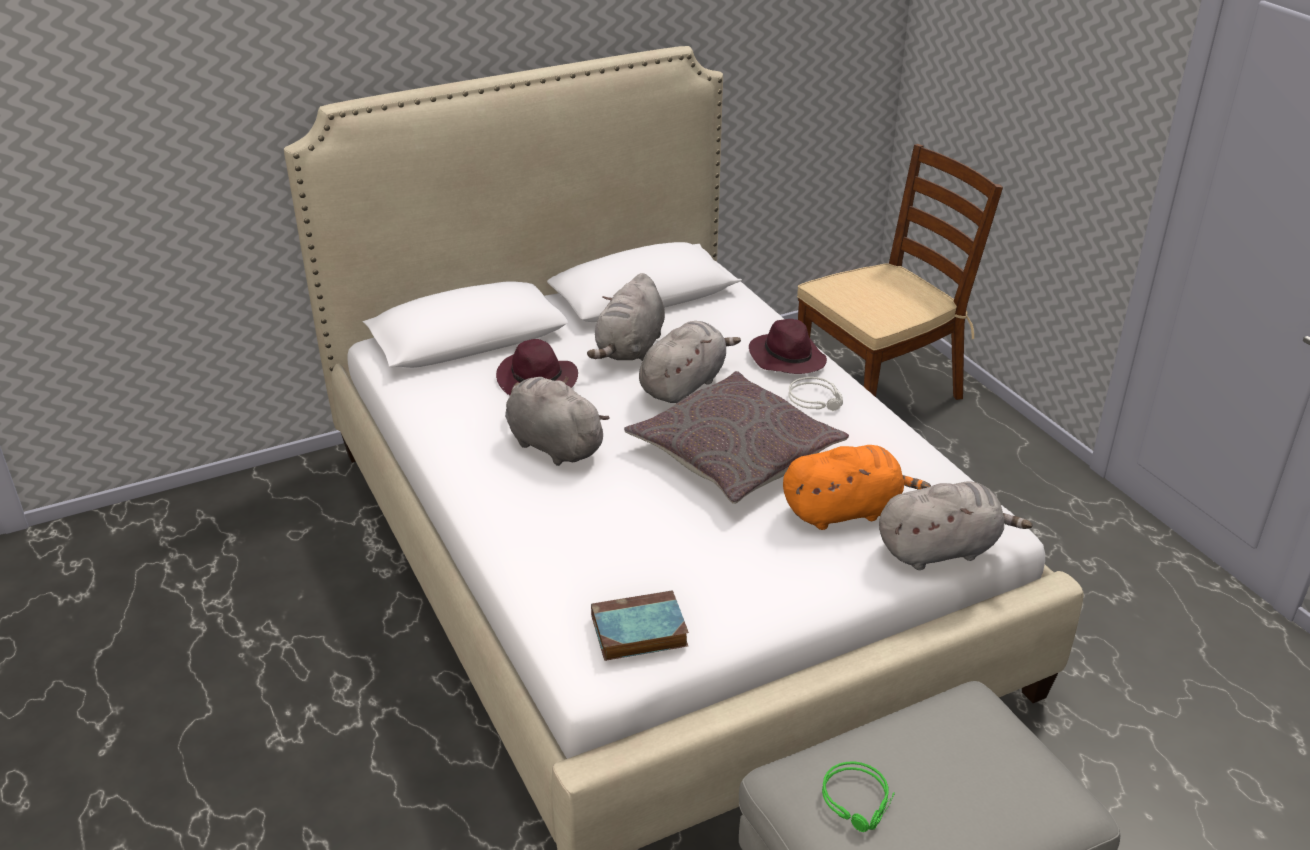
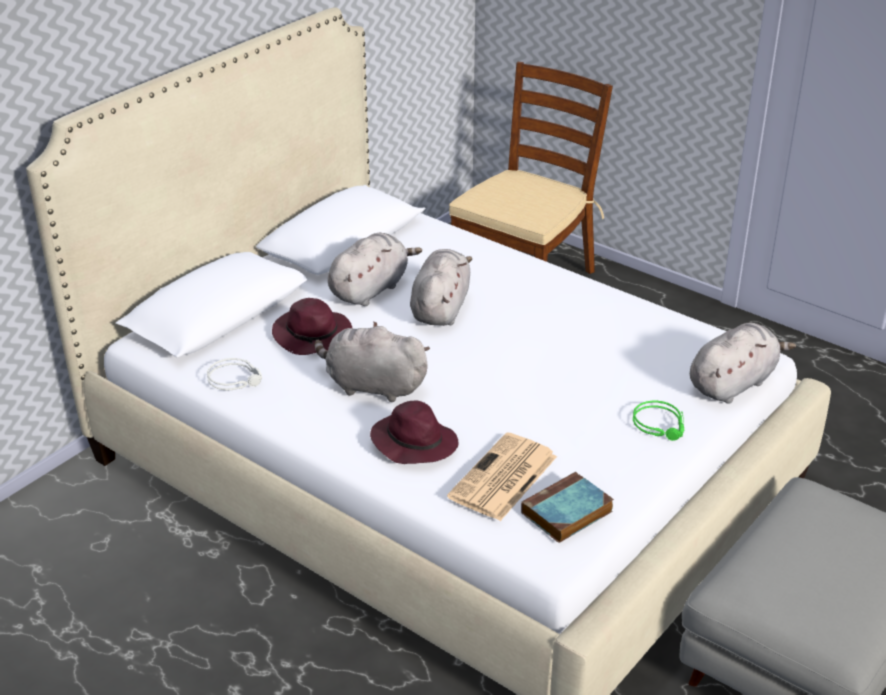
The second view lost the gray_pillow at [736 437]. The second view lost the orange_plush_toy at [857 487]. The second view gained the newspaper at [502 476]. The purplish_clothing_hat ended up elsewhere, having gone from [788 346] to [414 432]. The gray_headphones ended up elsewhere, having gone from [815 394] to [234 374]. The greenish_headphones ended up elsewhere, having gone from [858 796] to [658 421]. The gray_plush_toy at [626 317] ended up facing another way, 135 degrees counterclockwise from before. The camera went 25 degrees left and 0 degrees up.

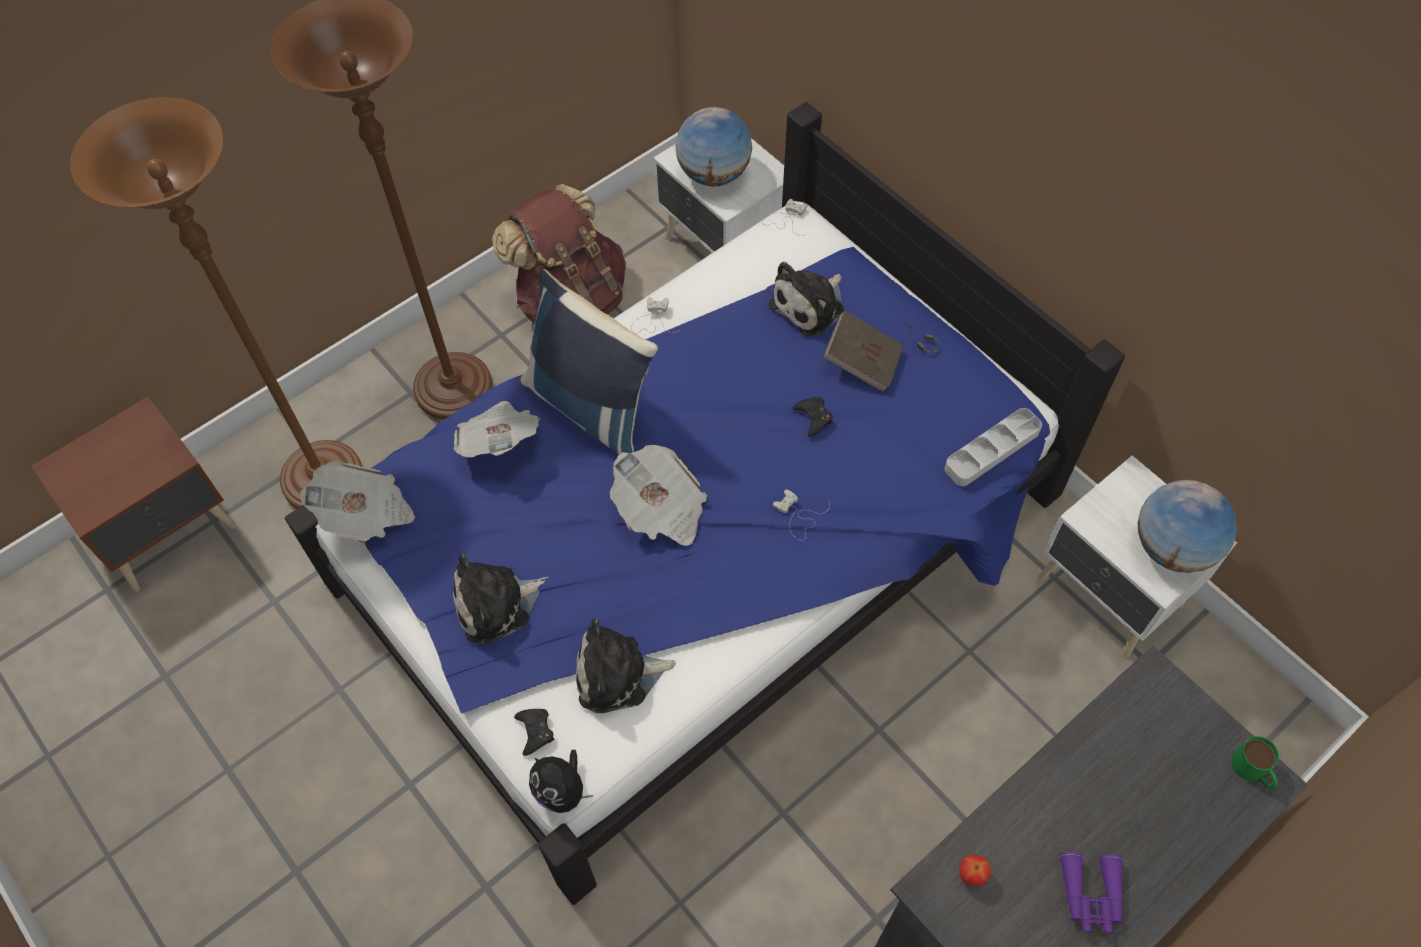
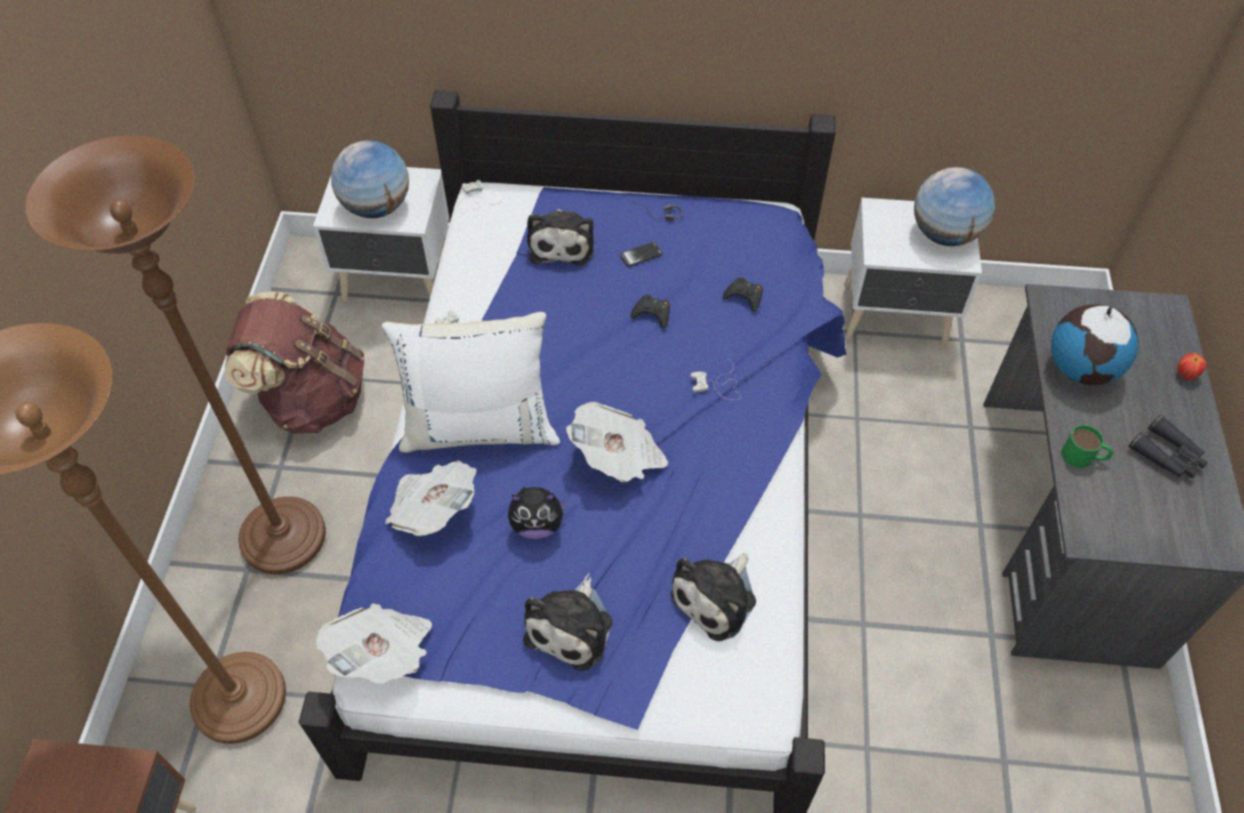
The second view lost the gray_tray at [993 447]. The second view gained the desk_globe at [1095 344]. The black-coloured_gamepad ended up elsewhere, having gone from [534 732] to [743 294]. The plush_toy ended up elsewhere, having gone from [561 781] to [538 513]. The apple ended up elsewhere, having gone from [975 870] to [1191 366]. The greenish_mug ended up elsewhere, having gone from [1255 762] to [1087 446]. Where the brown_bound_book stood at [863 351], the phone came to stand at [641 254]. What was the bluish_pillow at [589 362] turned into the white-coloured_pillow at [471 382]. What was the purplish_pair_of_binoculars at [1091 893] turned into the black-coloured_pair_of_binoculars at [1168 446]. The camera went 45 degrees left and 5 degrees down.

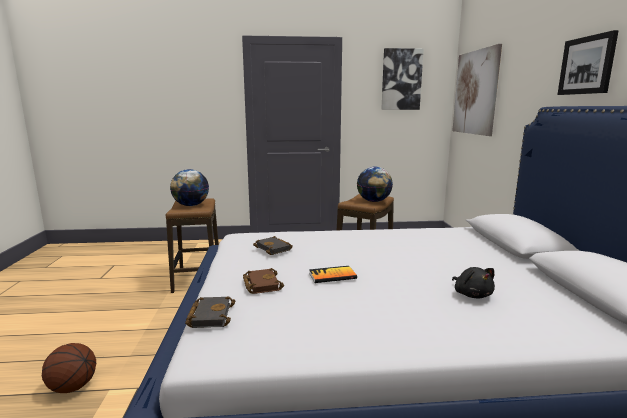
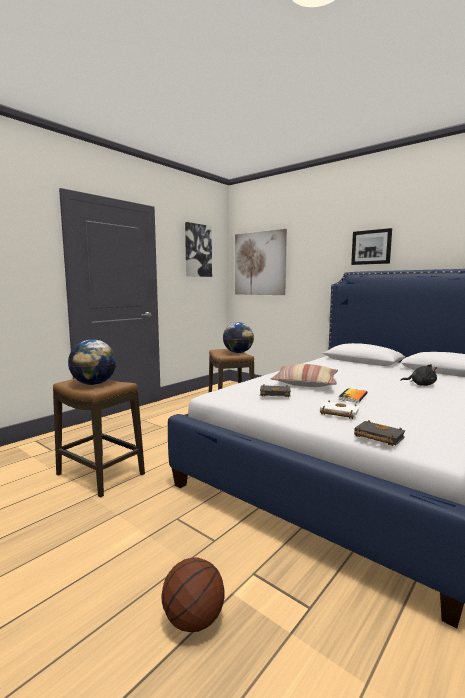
The second view gained the pillow at [304 375]. What was the brown_bound_book at [263 281] turned into the white-coloured_bound_book at [340 410]. The camera went 45 degrees left and 5 degrees down.

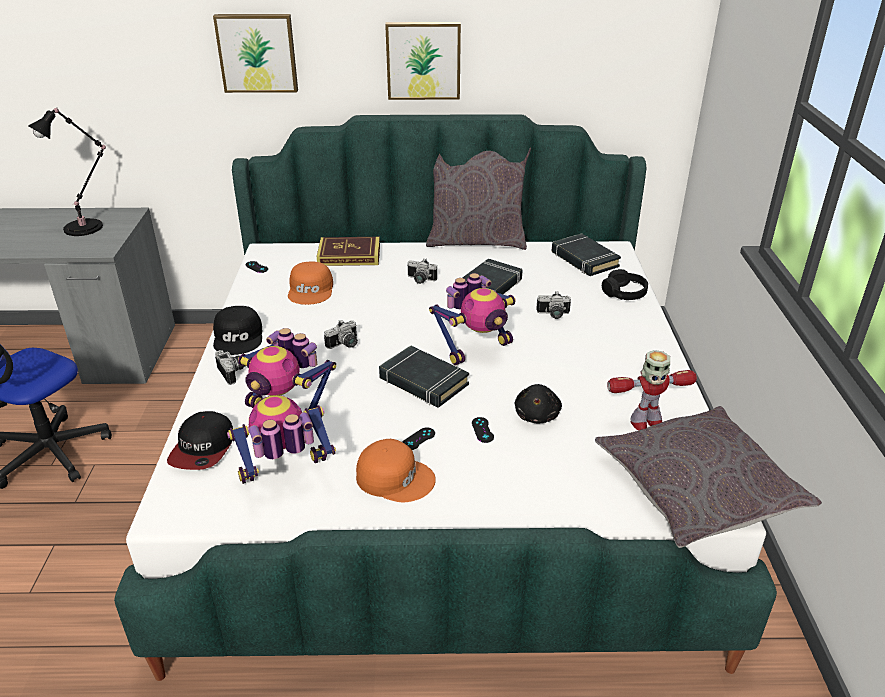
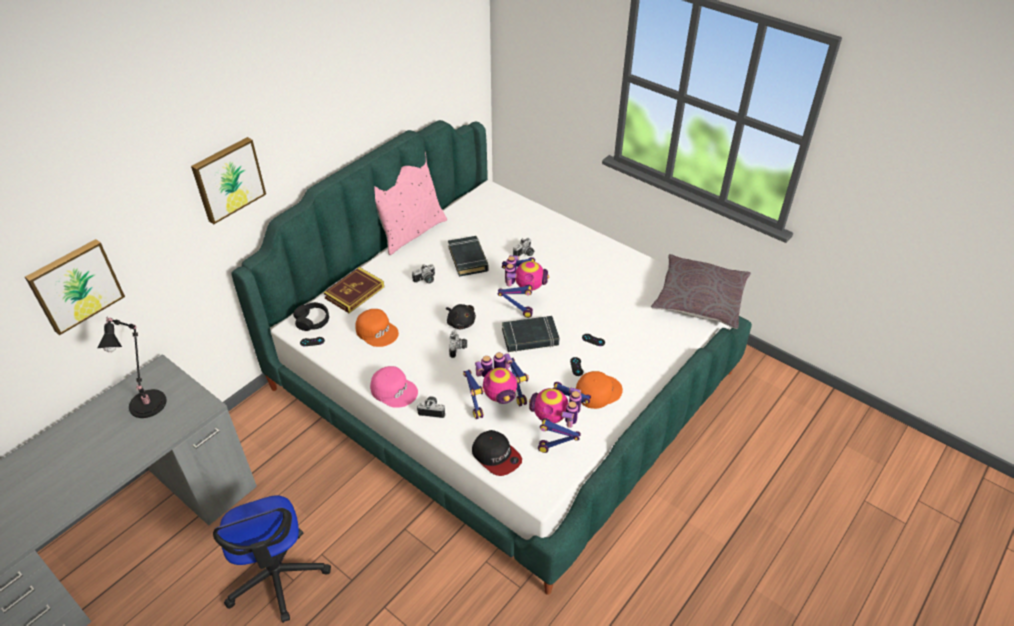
The second view lost the black-coloured_bound_book at [586 254]. The second view lost the model_robot at [652 390]. The wall_picture ended up elsewhere, having gone from [423 61] to [75 287]. The black-coloured_plush_toy ended up elsewhere, having gone from [538 403] to [461 316]. The black-coloured_headphones ended up elsewhere, having gone from [625 284] to [311 316]. What was the black-coloured_cap at [237 330] turned into the pinkish_cap at [394 387]. What was the gray_pillow at [478 198] turned into the pinkish_pillow at [410 203]. The camera went 50 degrees left and 10 degrees up.

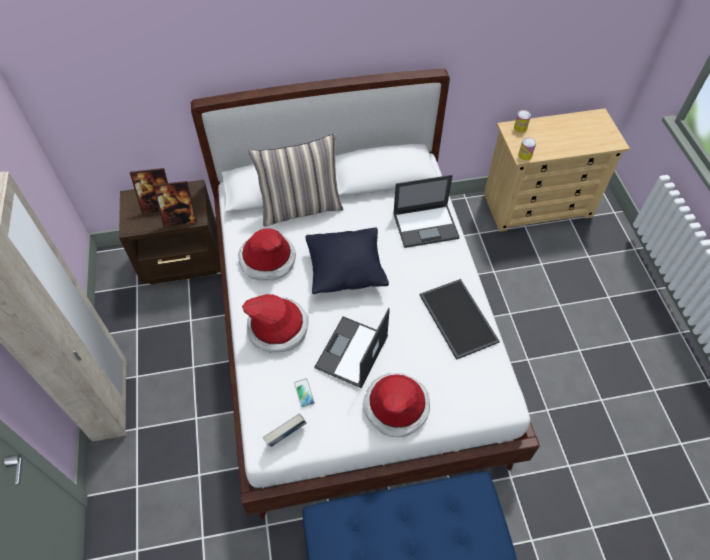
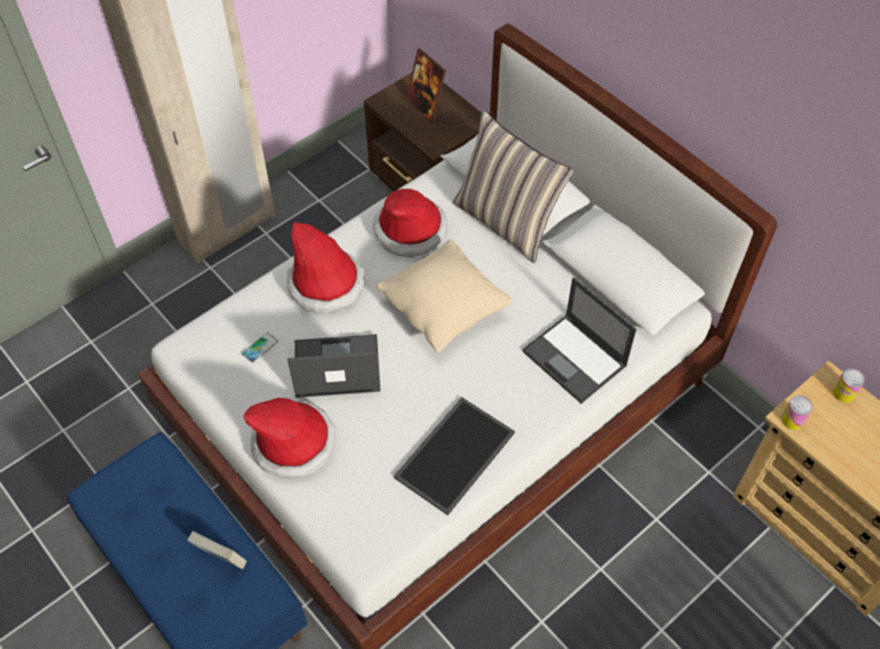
The second view lost the standing_frame at [175 204]. The bound_book ended up elsewhere, having gone from [285 430] to [217 550]. What was the black-coloured_pillow at [347 260] turned into the beige-coloured_pillow at [445 295]. The camera went 60 degrees right and 0 degrees up.

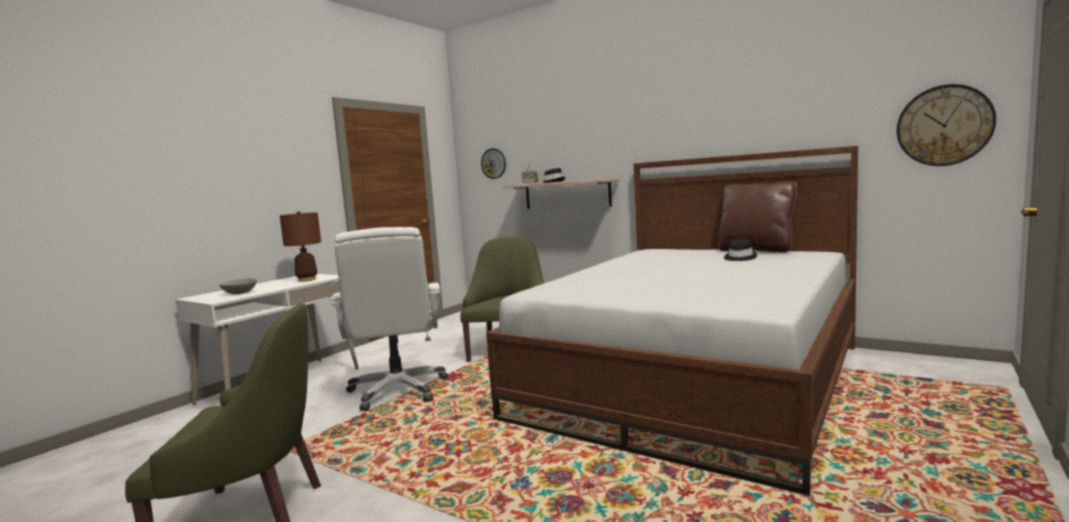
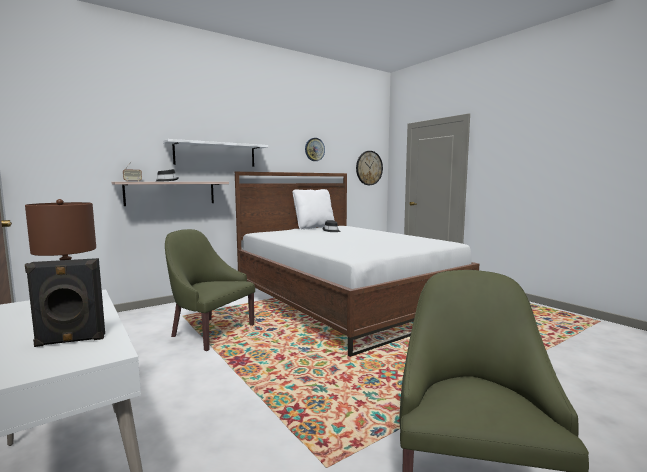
The second view lost the white-coloured_desk_chair at [389 319]. The second view gained the white-coloured_shelf at [215 153]. The hanging_clock ended up elsewhere, having gone from [493 163] to [315 149]. Where the gray_bowl stood at [238 286], the black-coloured_audio_speaker came to stand at [65 302]. What was the brown_pillow at [757 216] turned into the white-coloured_pillow at [313 209]. The camera went 70 degrees left and 0 degrees up.

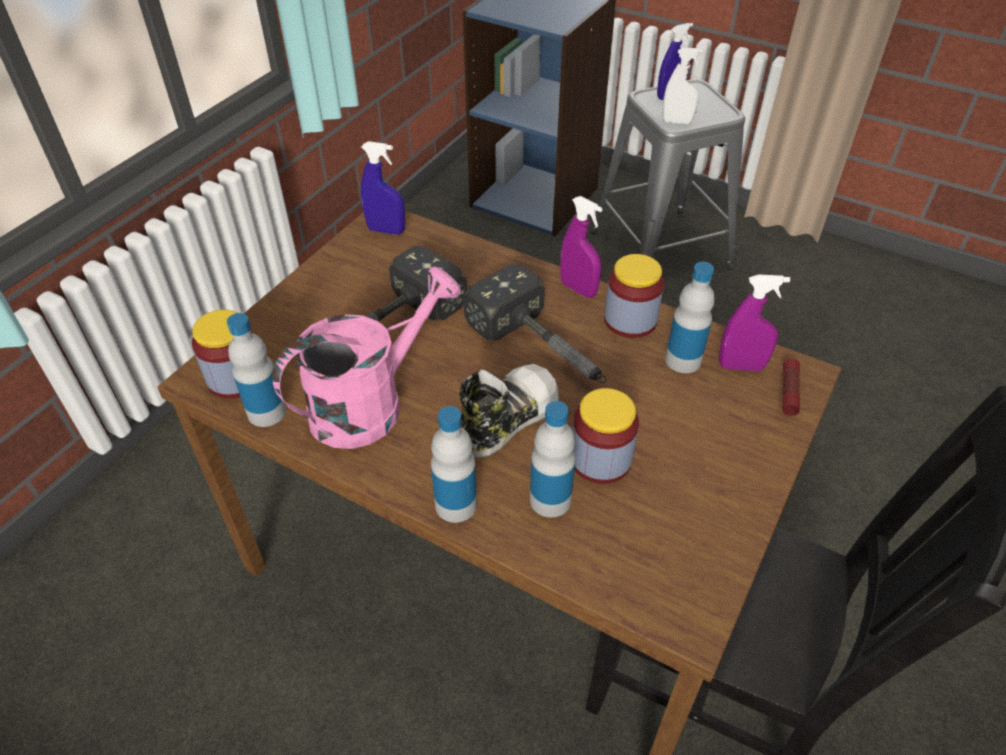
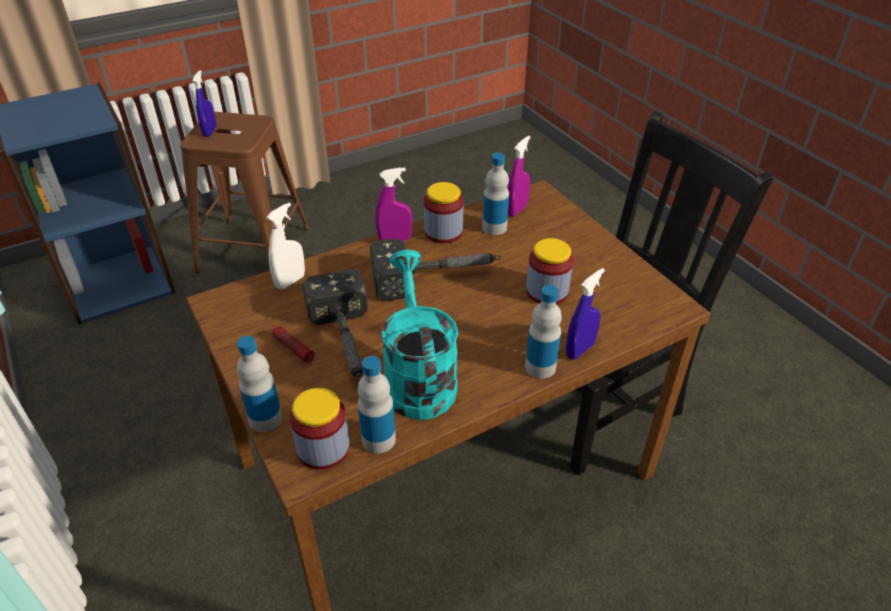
The second view lost the shoe at [509 411]. The bluish_hand_sprayer ended up elsewhere, having gone from [383 188] to [585 314]. The bottle ended up elsewhere, having gone from [553 459] to [259 384]. The white-coloured_hand_sprayer ended up elsewhere, having gone from [682 85] to [285 246]. The hand_torch ended up elsewhere, having gone from [791 387] to [293 344]. What was the pinkish_watering_pot at [366 357] turned into the turquoise-coloured_watering_pot at [419 335]. What was the gray_sitting_stool at [668 174] turned into the brown_sitting_stool at [244 192]. The camera went 60 degrees left and 5 degrees down.

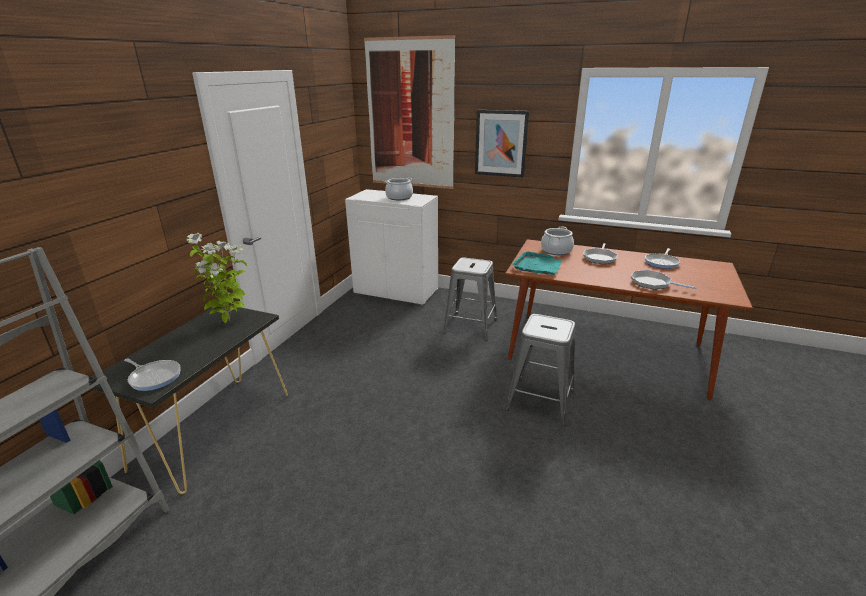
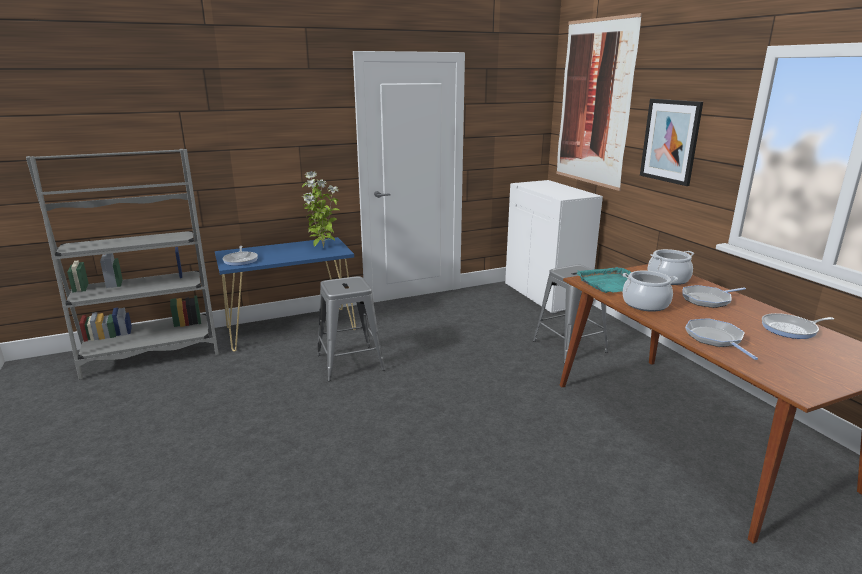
The stockpot ended up elsewhere, having gone from [399 189] to [650 291]. The gray_sitting_stool ended up elsewhere, having gone from [540 370] to [351 328]. What was the black-coloured_hall_table at [189 399] turned into the bluish_hall_table at [285 294]. The camera went 45 degrees right and 5 degrees down.

